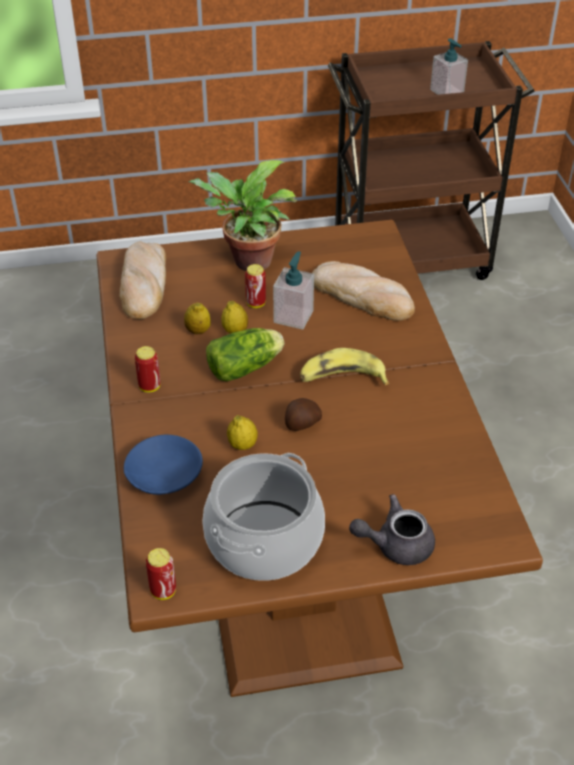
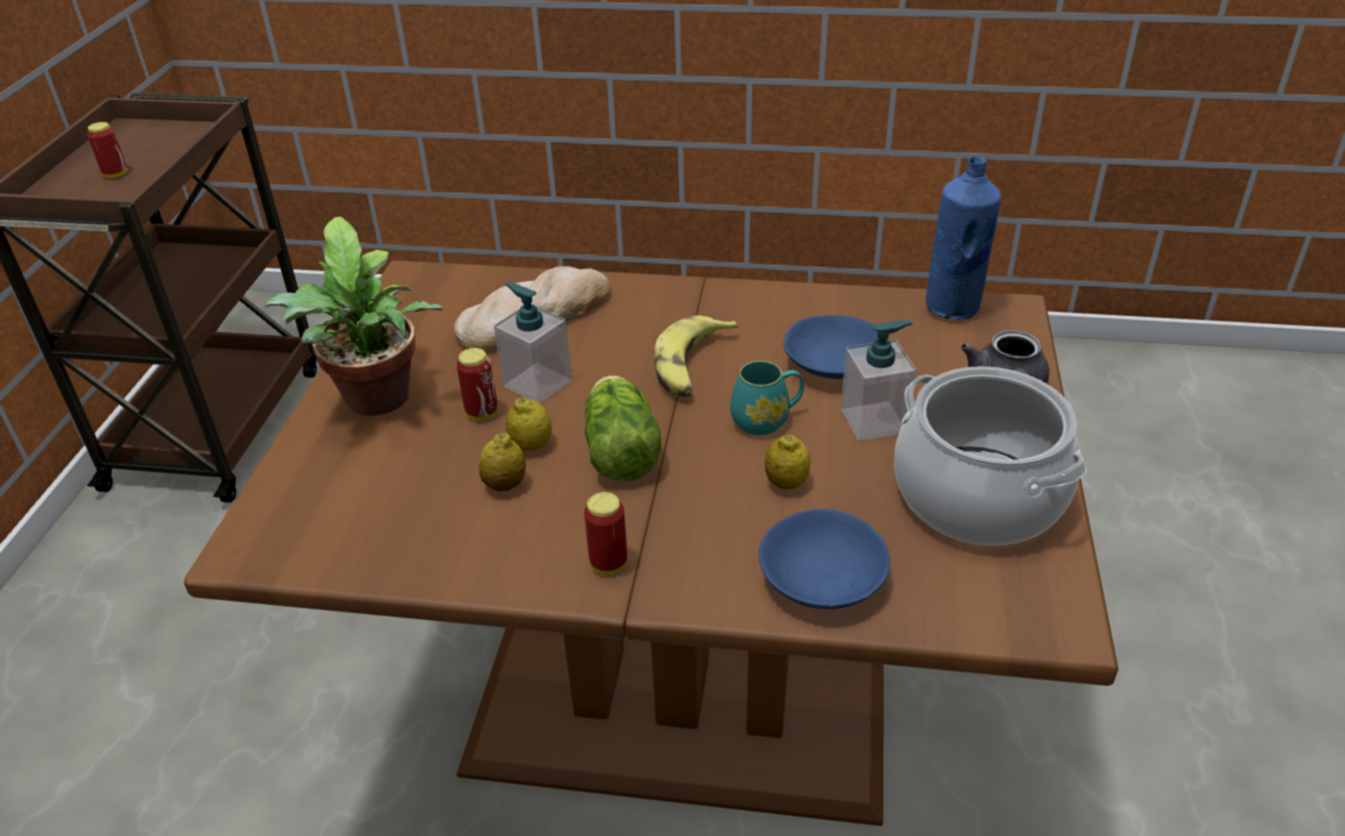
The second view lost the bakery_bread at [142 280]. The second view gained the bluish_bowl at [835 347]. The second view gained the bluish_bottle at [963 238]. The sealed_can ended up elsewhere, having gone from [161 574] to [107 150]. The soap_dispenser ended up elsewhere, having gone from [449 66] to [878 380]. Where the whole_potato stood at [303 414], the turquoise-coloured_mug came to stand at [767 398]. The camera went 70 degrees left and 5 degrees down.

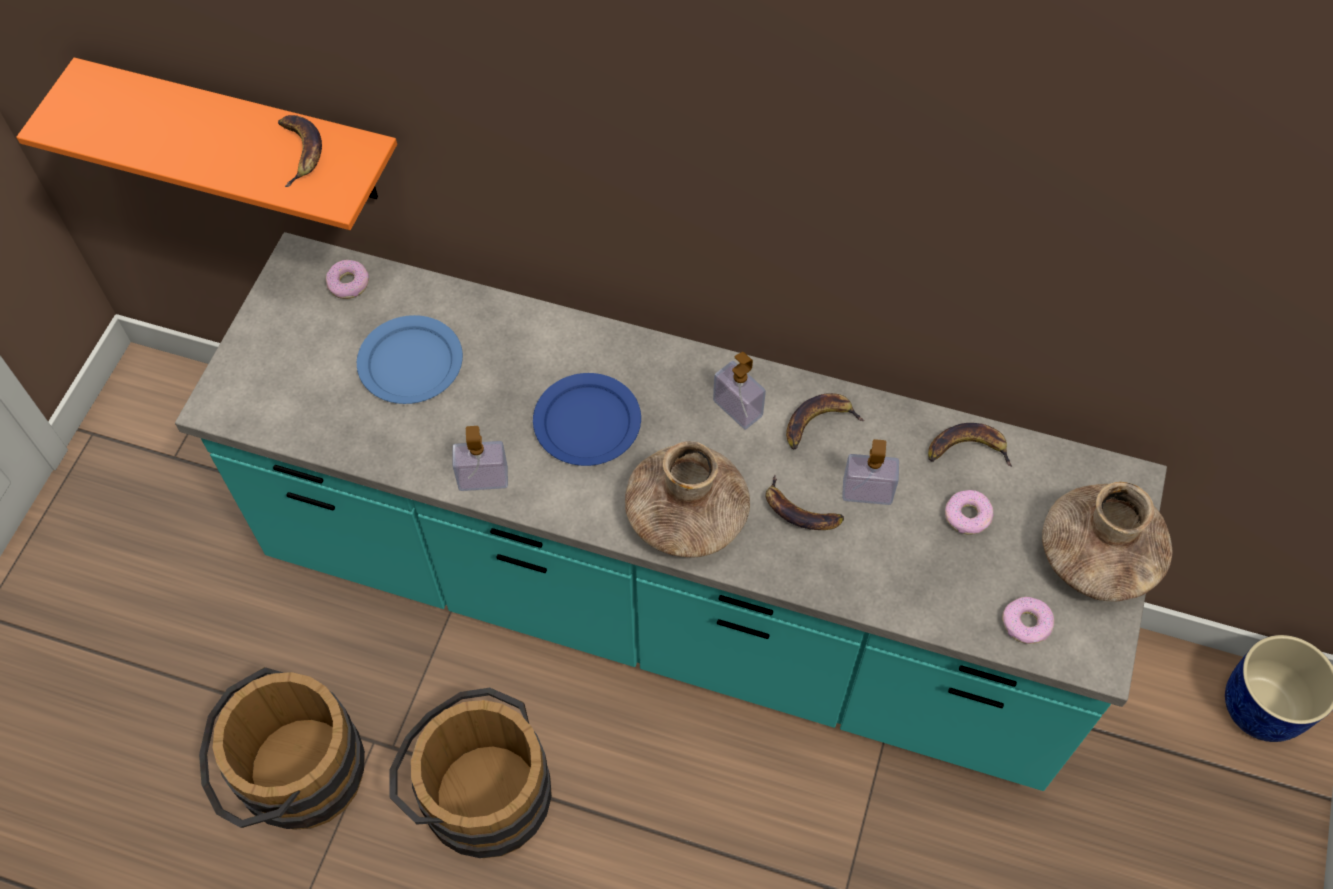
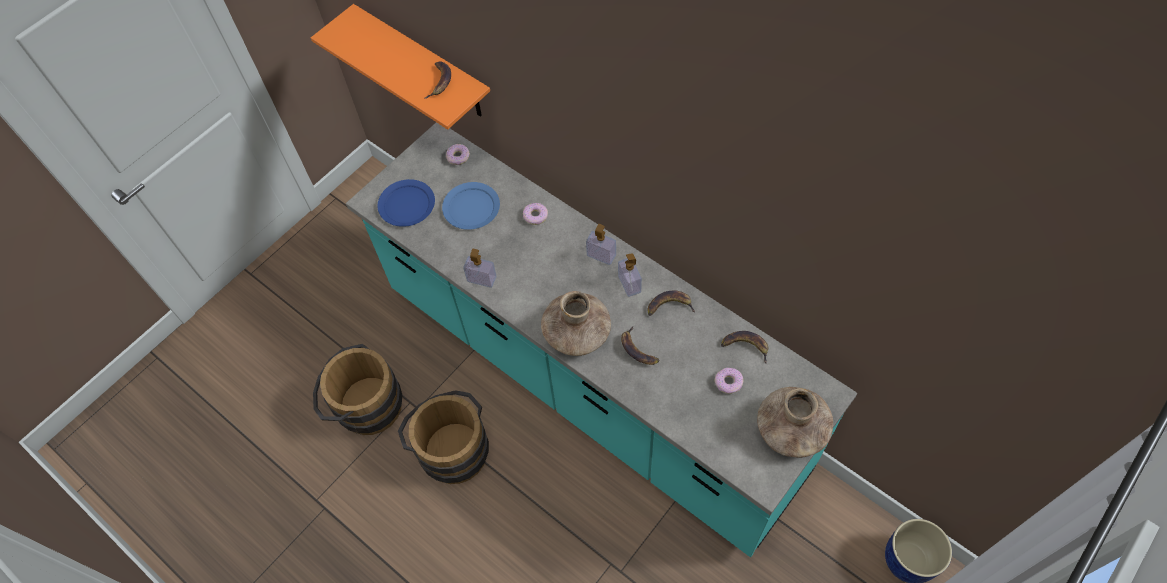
The bluish_flat_dish ended up elsewhere, having gone from [587 419] to [406 203]. The soap_dispenser ended up elsewhere, having gone from [870 472] to [601 244]. The donut ended up elsewhere, having gone from [1028 620] to [535 214]. The camera went 25 degrees right and 0 degrees up.

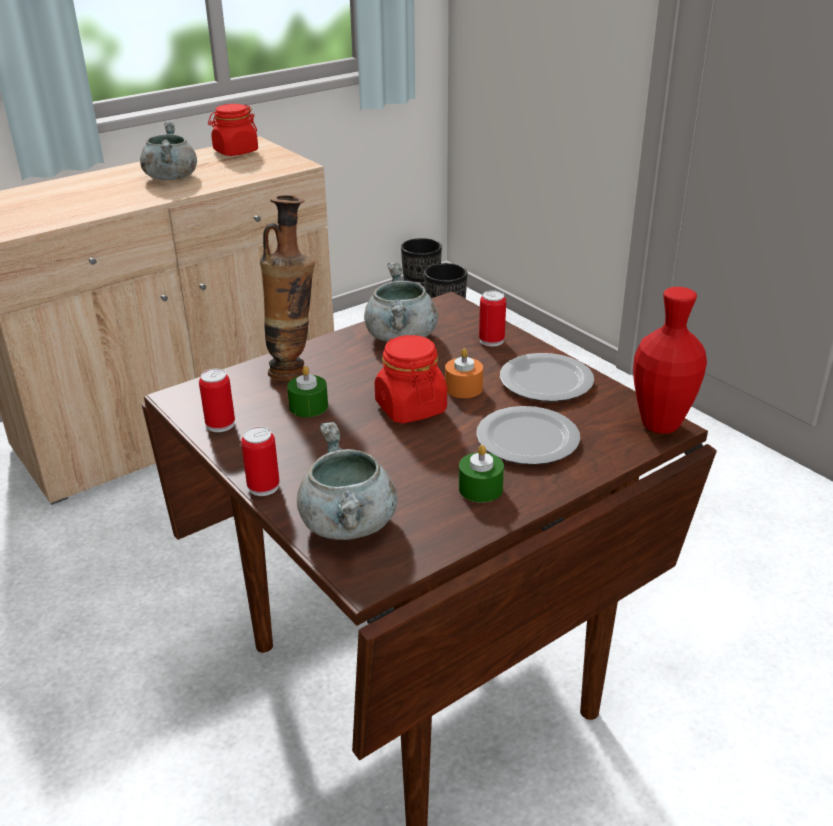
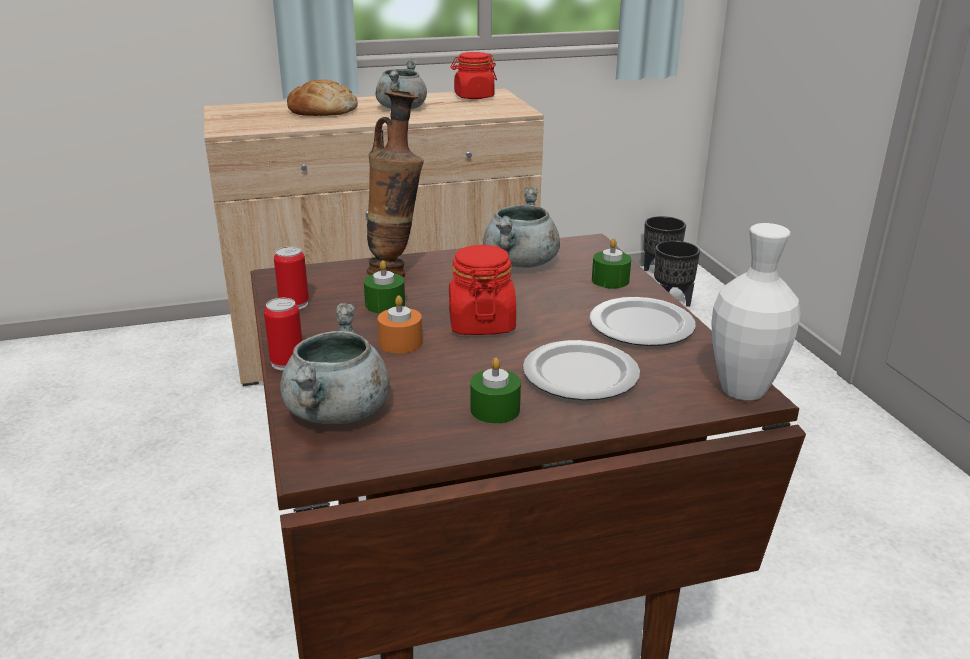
The second view gained the bakery_bread at [322 97]. The orange_candle ended up elsewhere, having gone from [464 373] to [400 324]. Where the sealed_can stood at [492 318], the greenish_candle came to stand at [611 263]. What was the red_decorative_vase at [670 360] turned into the white-coloured_decorative_vase at [756 312]. The camera went 20 degrees right and 5 degrees down.

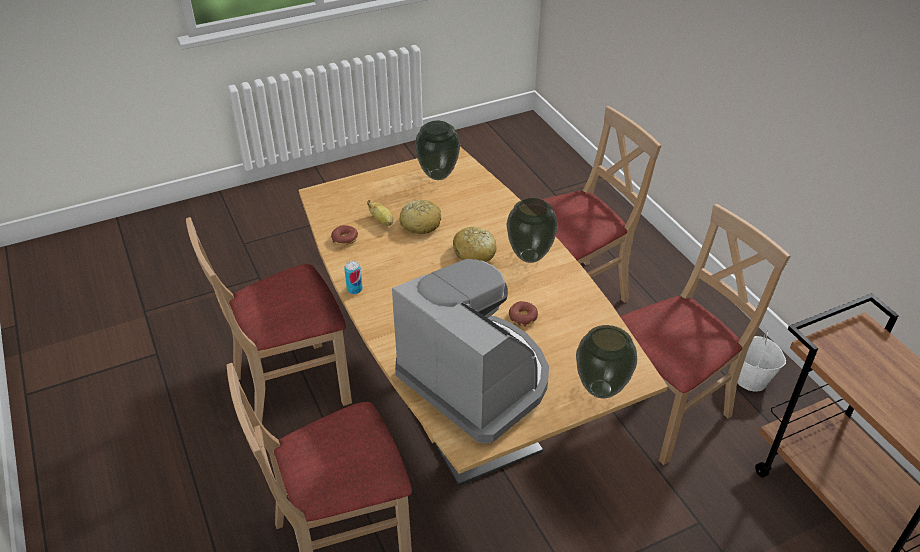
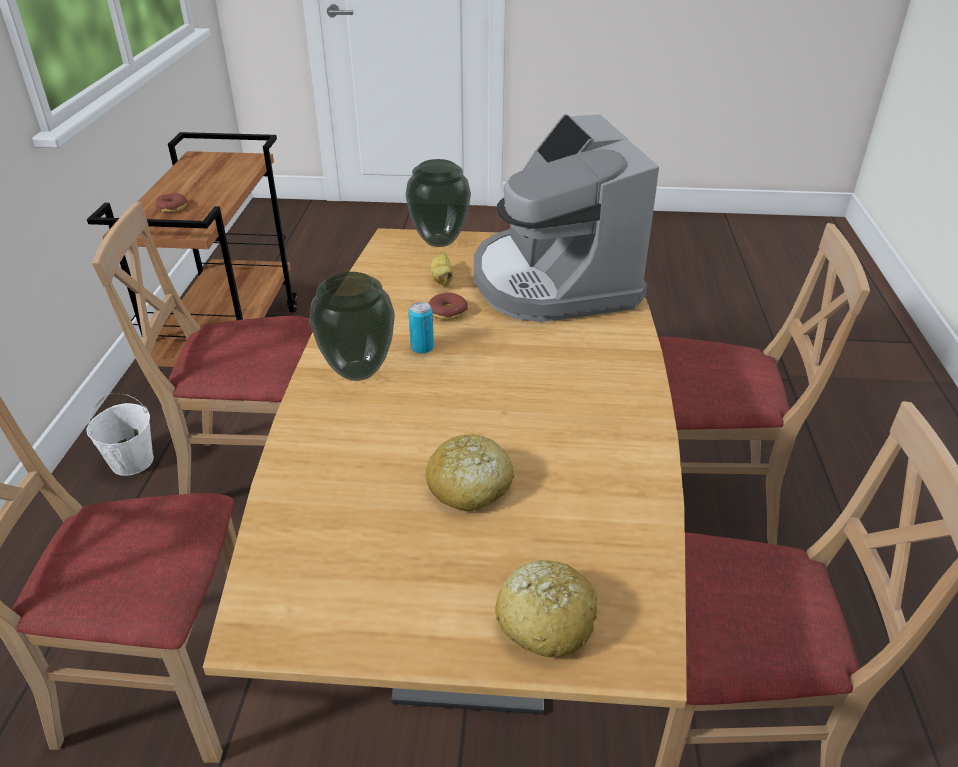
The second view lost the decorative_vase at [437 150]. The donut ended up elsewhere, having gone from [344 235] to [171 203]. The sealed_can ended up elsewhere, having gone from [353 277] to [421 328]. The banana ended up elsewhere, having gone from [380 213] to [441 268]. The bakery_bread ended up elsewhere, having gone from [475 244] to [546 608]. The camera went 150 degrees left and 5 degrees down.

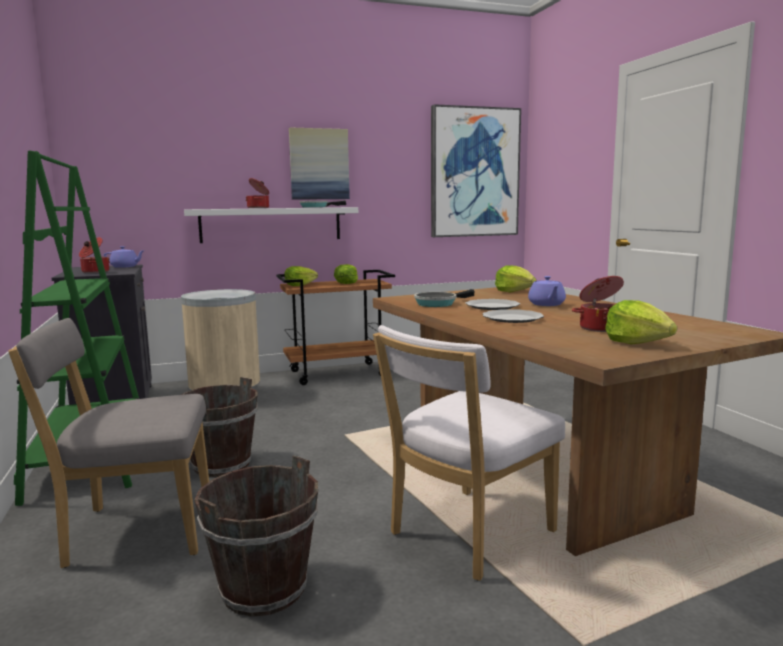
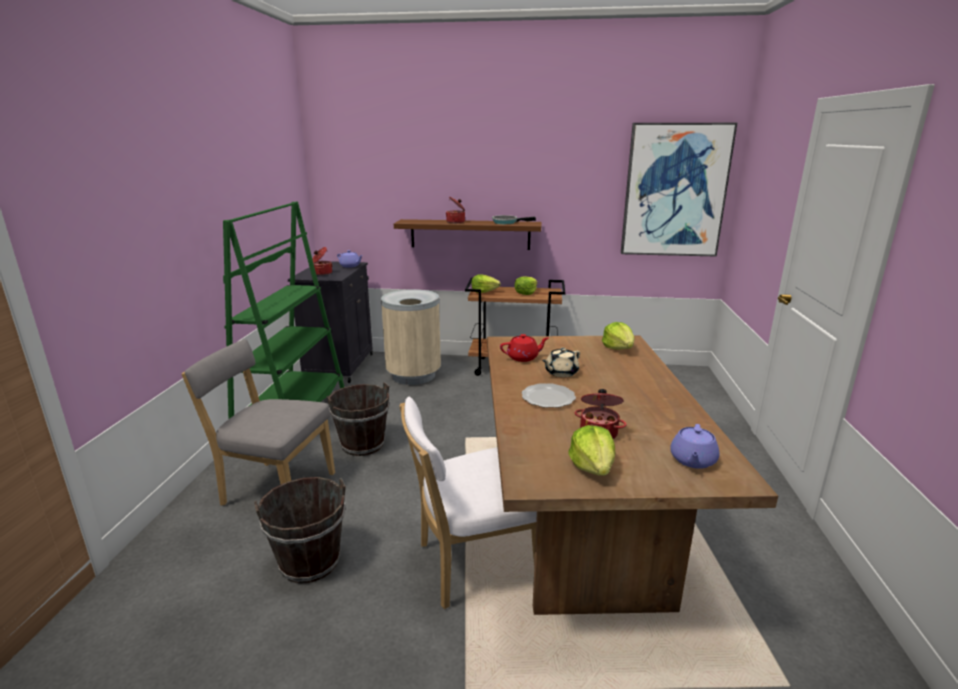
The second view lost the wall_picture at [319 163]. The purplish_tea_pot ended up elsewhere, having gone from [547 291] to [694 446]. Where the pan stood at [444 298], the red_tea_pot came to stand at [524 348]. Where the flat_dish stood at [492 304], the beige-coloured_tea_pot came to stand at [561 362]. What was the white-coloured_shelf at [271 225] turned into the brown_shelf at [468 234]. The camera went 25 degrees right and 10 degrees up.

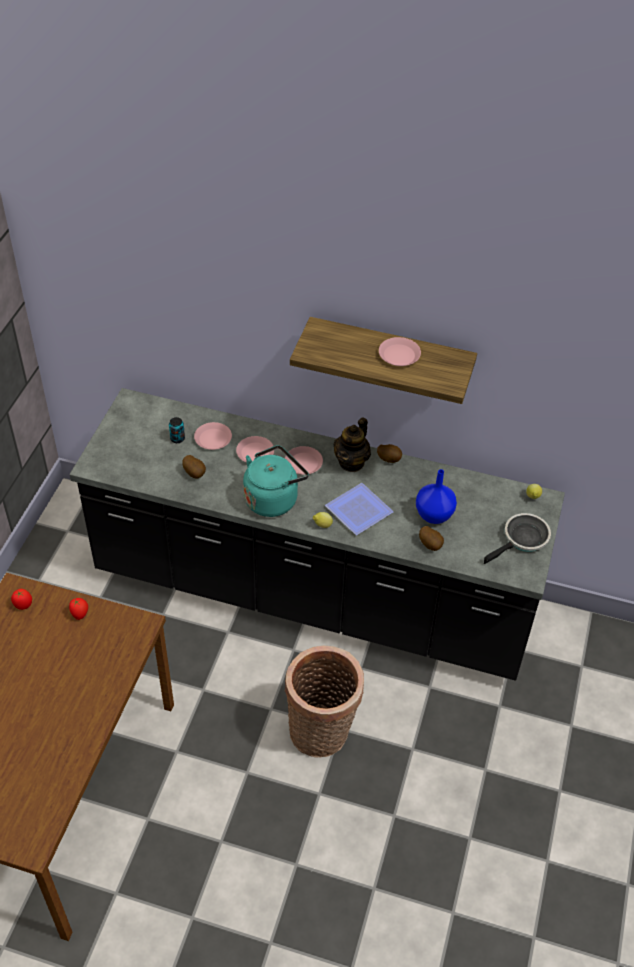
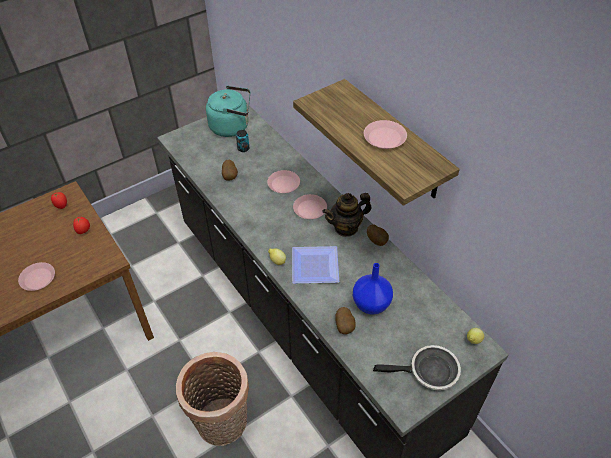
The pinkish_flat_dish ended up elsewhere, having gone from [213 436] to [36 276]. The turquoise-coloured_kettle ended up elsewhere, having gone from [276 481] to [228 111]. The camera went 40 degrees right and 0 degrees up.

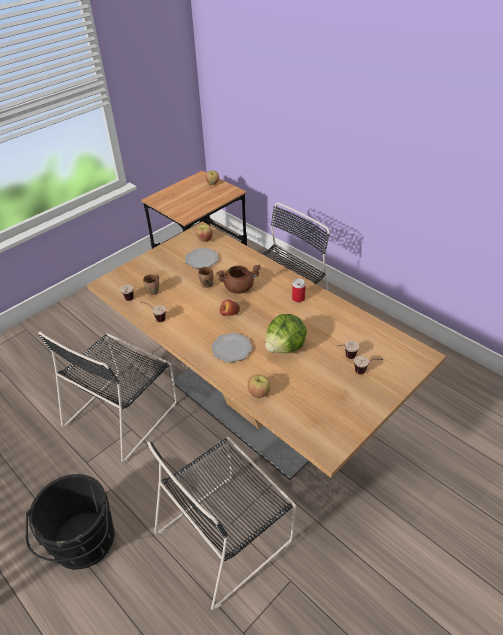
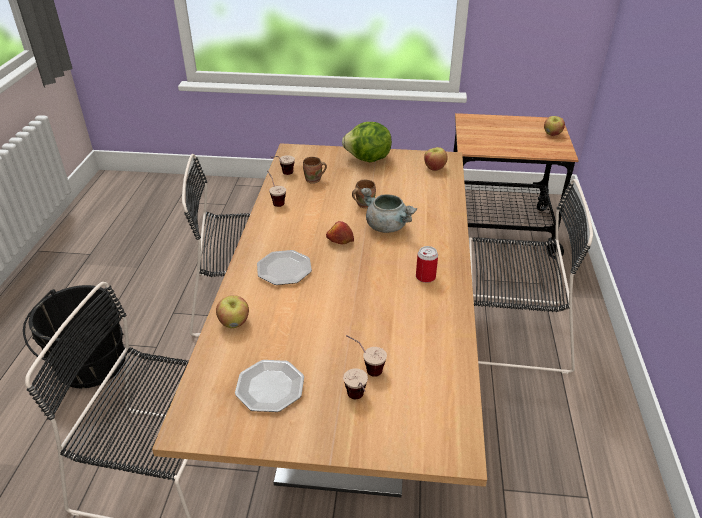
The flat_dish ended up elsewhere, having gone from [201 258] to [269 386]. The head_of_lettuce ended up elsewhere, having gone from [286 333] to [367 142]. What was the brown_stockpot at [239 279] turned into the gray_stockpot at [388 210]. The camera went 50 degrees right and 5 degrees down.

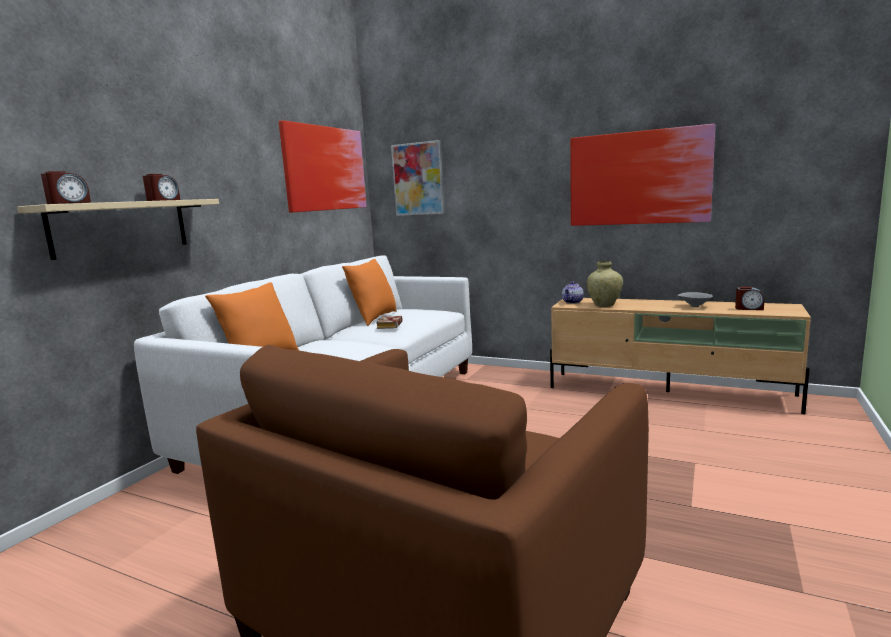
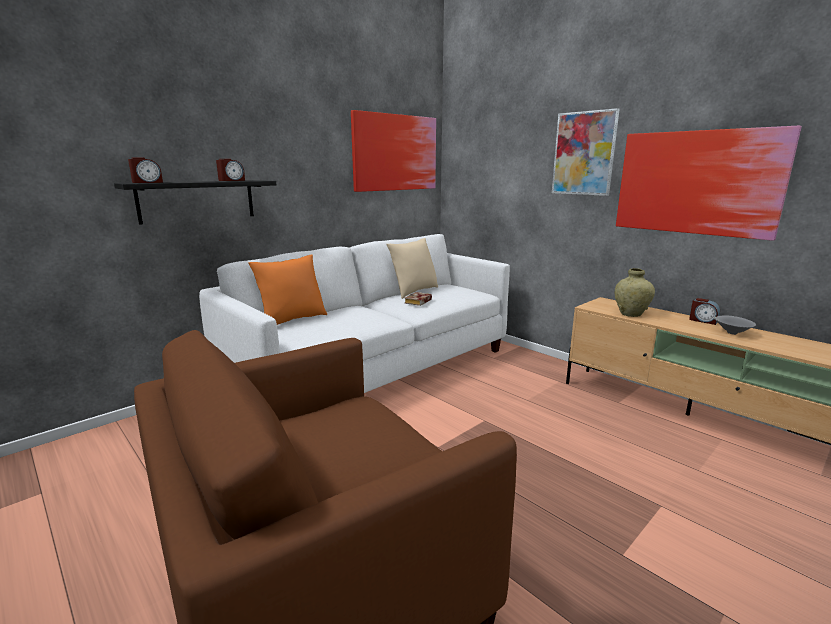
The second view lost the tea_pot at [573 293]. The wall_picture ended up elsewhere, having gone from [418 178] to [586 152]. The alarm_clock ended up elsewhere, having gone from [750 298] to [704 311]. What was the beige-coloured_shelf at [118 229] turned into the black-coloured_shelf at [195 202]. What was the orange_pillow at [369 292] turned into the beige-coloured_pillow at [412 268]. The camera went 20 degrees right and 5 degrees up.

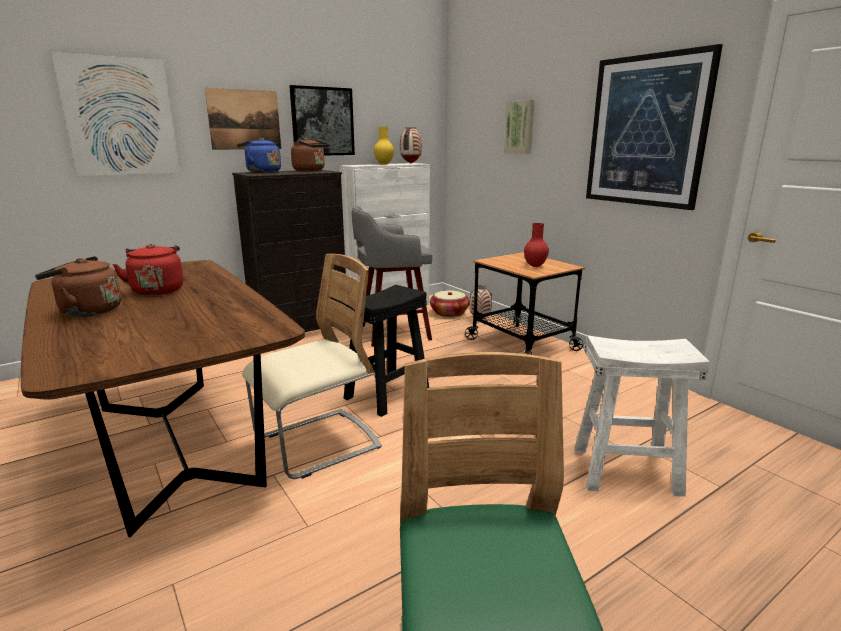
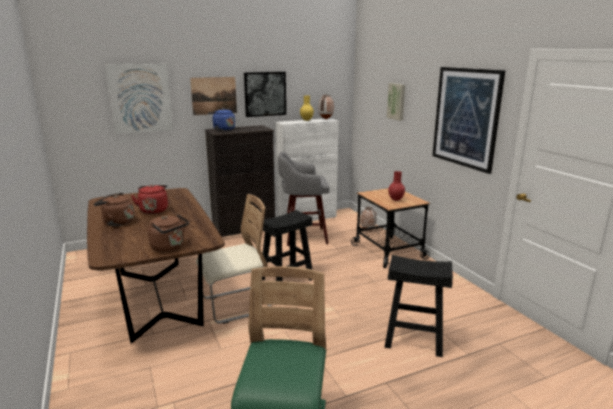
The second view lost the storage_basket at [450 303]. The brown_kettle ended up elsewhere, having gone from [310 154] to [168 233]. What was the white-coloured_sitting_stool at [642 416] turned into the black-coloured_sitting_stool at [418 306]. The camera went 10 degrees right and 0 degrees up.

